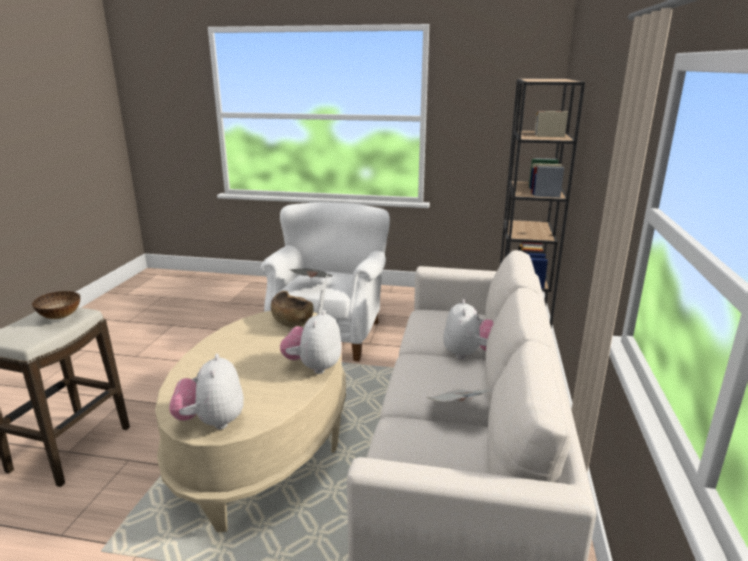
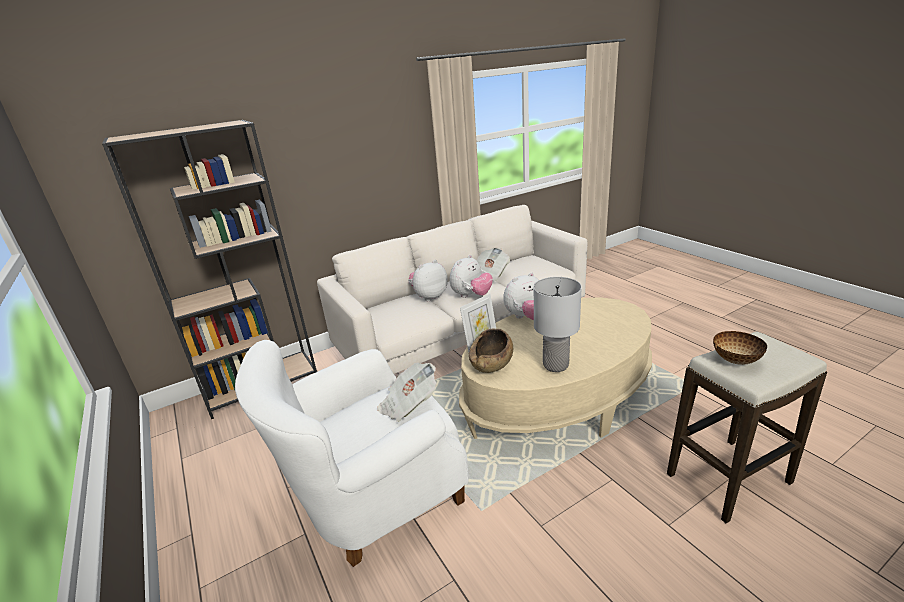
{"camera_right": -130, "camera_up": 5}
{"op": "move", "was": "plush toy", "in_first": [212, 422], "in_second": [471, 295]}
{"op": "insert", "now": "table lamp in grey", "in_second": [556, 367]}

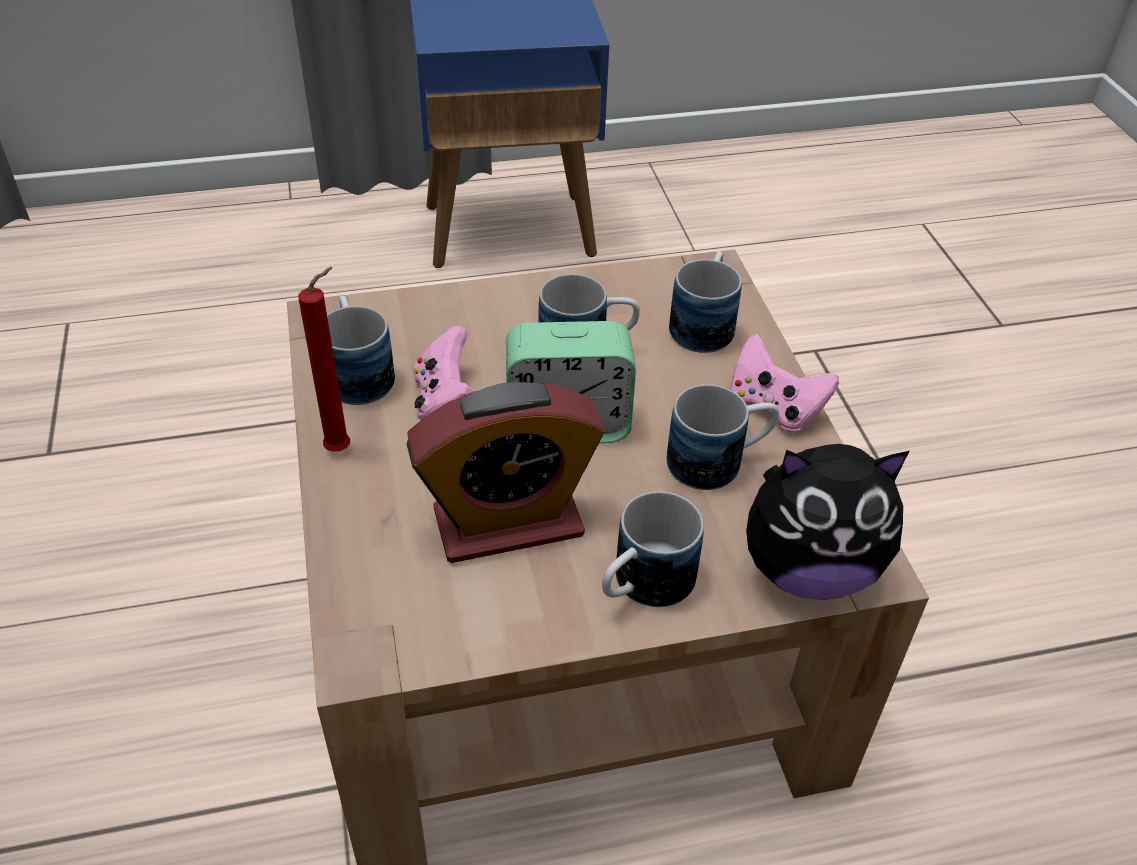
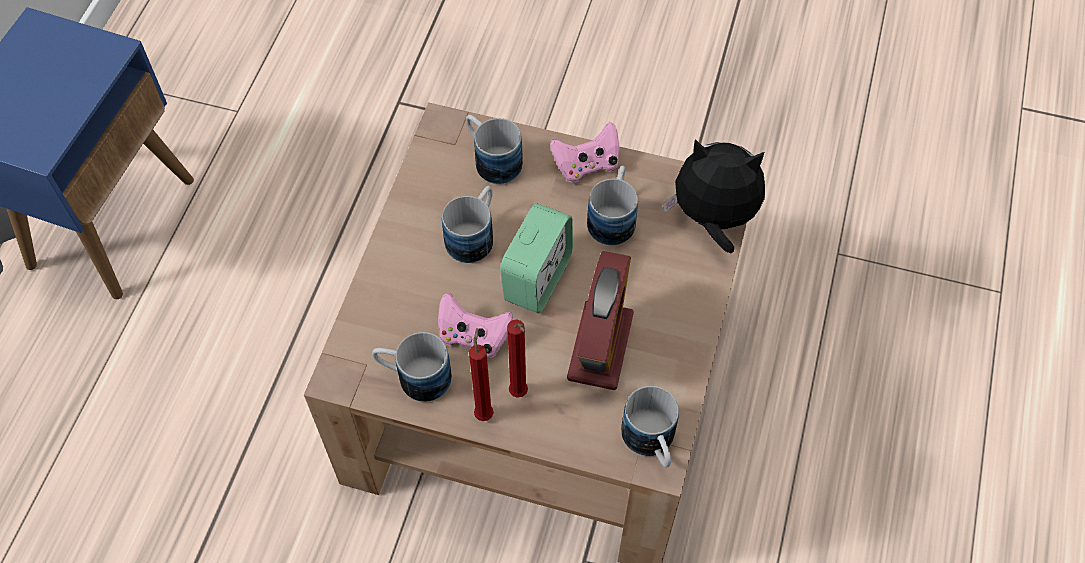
{"camera_right": -60, "camera_up": 15}
{"op": "rotate", "was": "plush toy", "in_first": [808, 569], "in_second": [713, 219], "clockwise": -105}
{"op": "move", "was": "mug", "in_first": [642, 587], "in_second": [651, 443]}
{"op": "insert", "now": "candle in red", "in_second": [519, 395]}

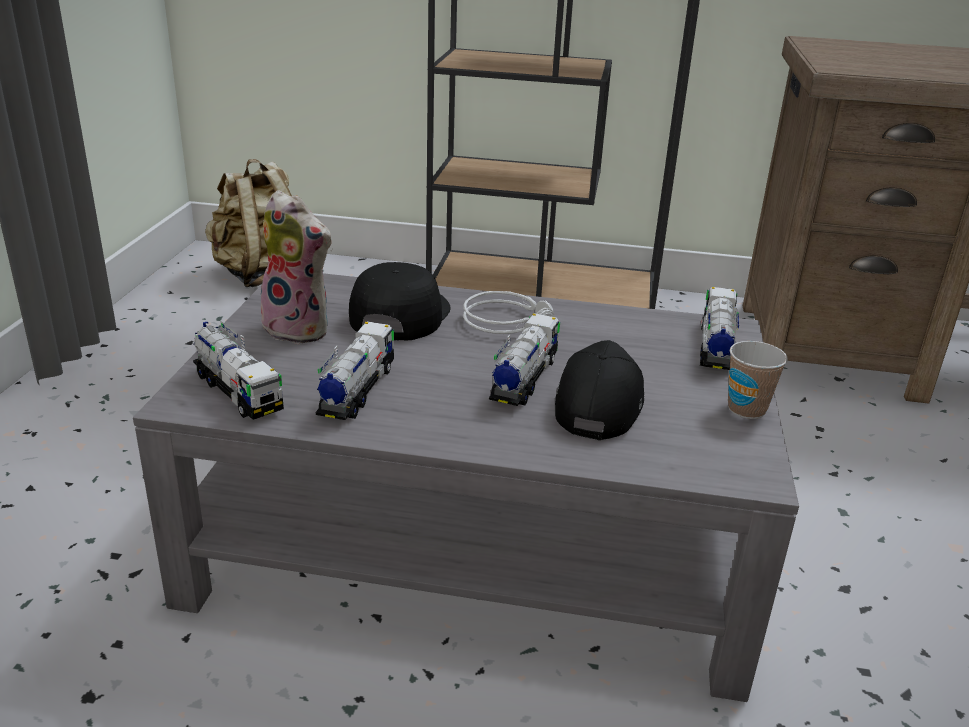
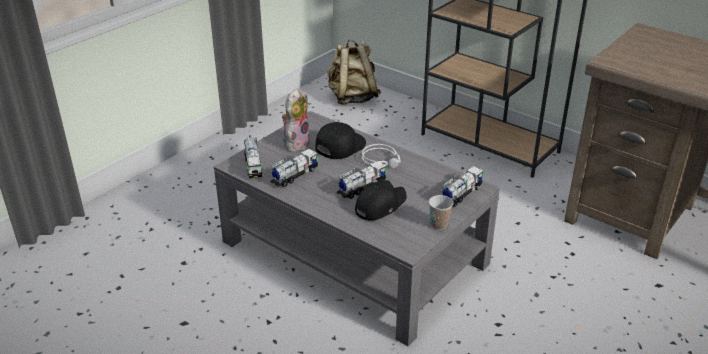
{"camera_right": 30, "camera_up": 5}
{"op": "rotate", "was": "plush toy", "in_first": [301, 329], "in_second": [296, 143], "clockwise": -120}

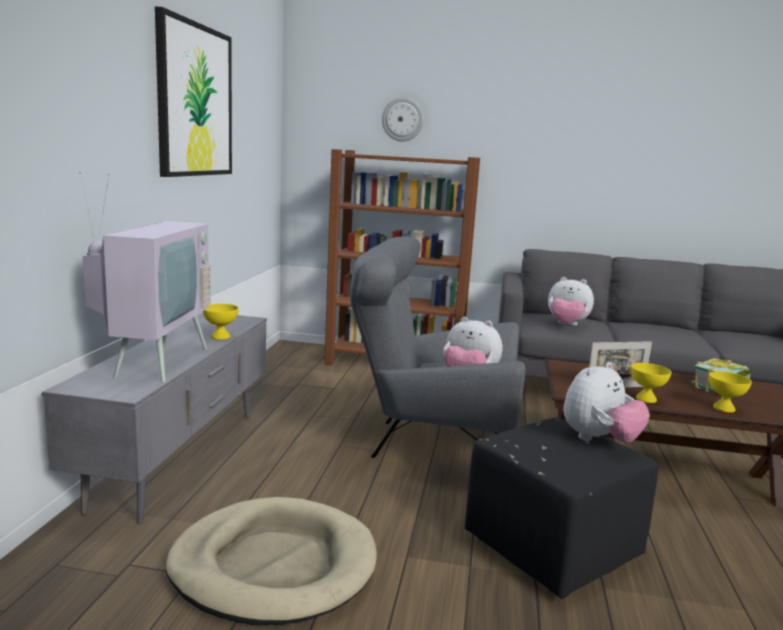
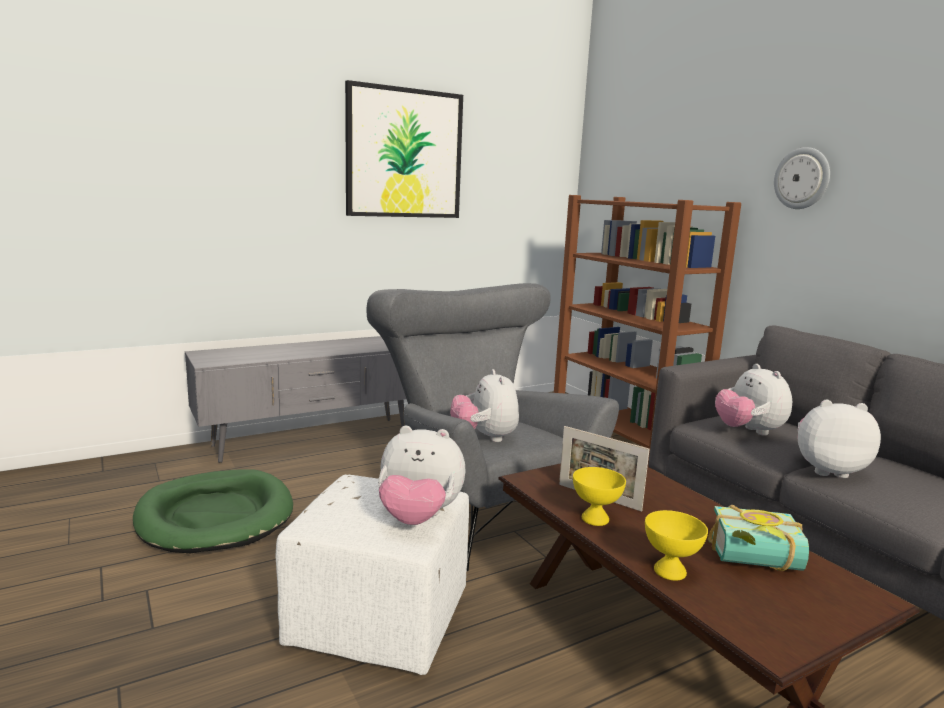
{"camera_right": 50, "camera_up": 0}
{"op": "move", "was": "wall clock", "in_first": [402, 119], "in_second": [802, 178]}
{"op": "delete", "was": "television", "in_first": [154, 361]}
{"op": "delete", "was": "bowl in yellow", "in_first": [221, 337]}
{"op": "recolor", "was": "ottoman in black", "now": "ottoman in white", "in_first": [552, 547], "in_second": [381, 620]}
{"op": "recolor", "was": "dog bed in beige", "now": "dog bed in green", "in_first": [273, 565], "in_second": [215, 516]}
{"op": "insert", "now": "plush toy", "in_second": [827, 470]}

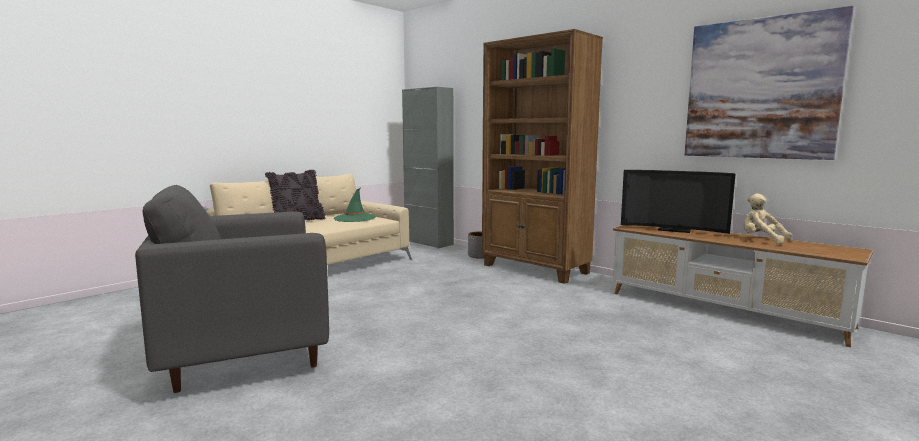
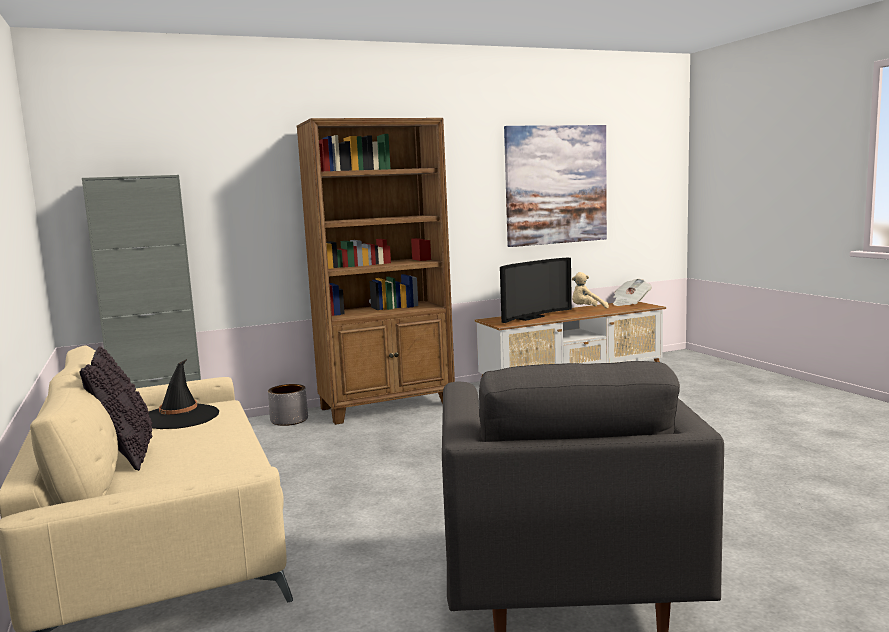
{"camera_right": -65, "camera_up": 0}
{"op": "recolor", "was": "hat in green", "now": "hat in black", "in_first": [354, 218], "in_second": [180, 417]}
{"op": "insert", "now": "newspaper", "in_second": [630, 303]}

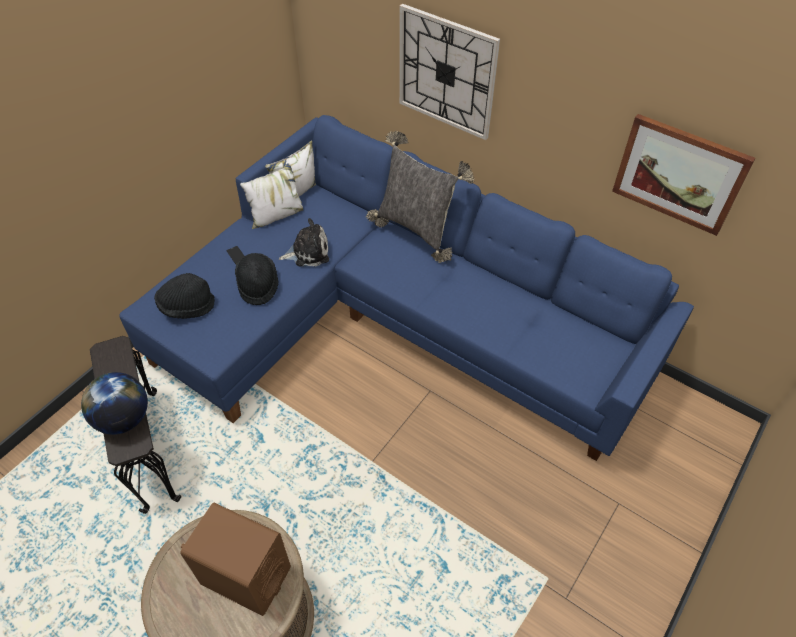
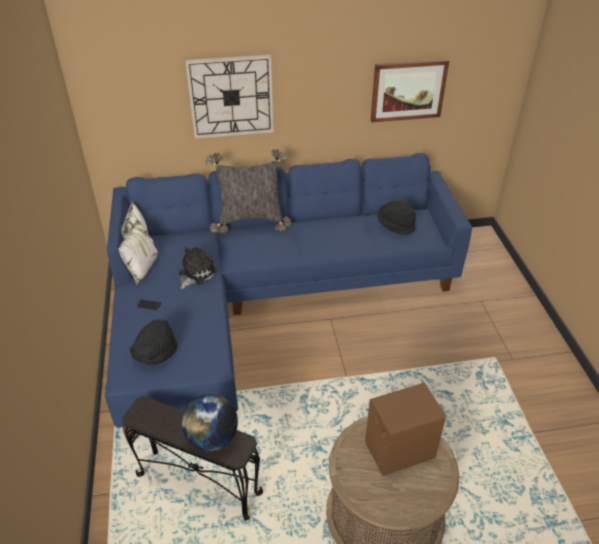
{"camera_right": -45, "camera_up": -10}
{"op": "move", "was": "hat in black", "in_first": [258, 285], "in_second": [395, 225]}

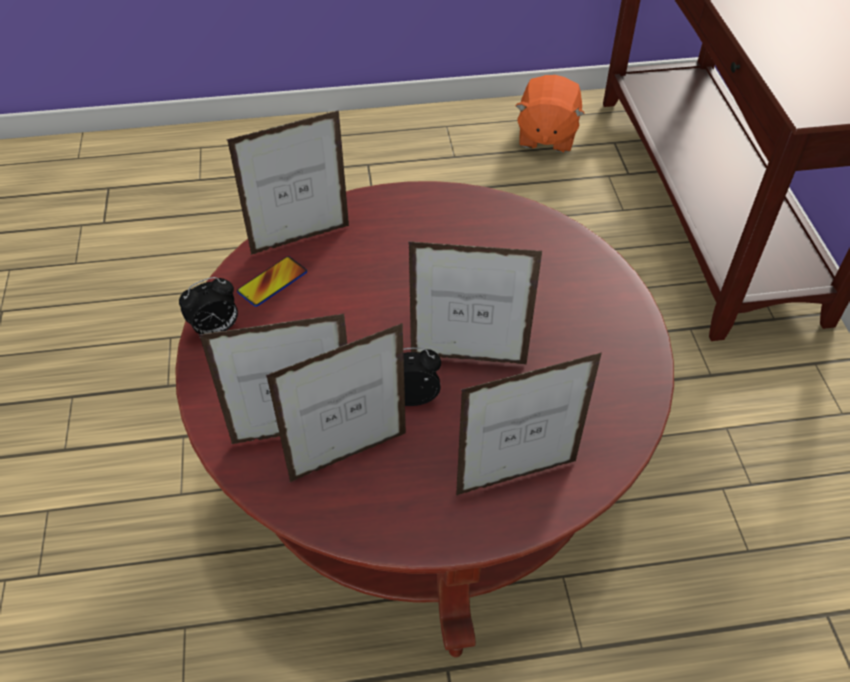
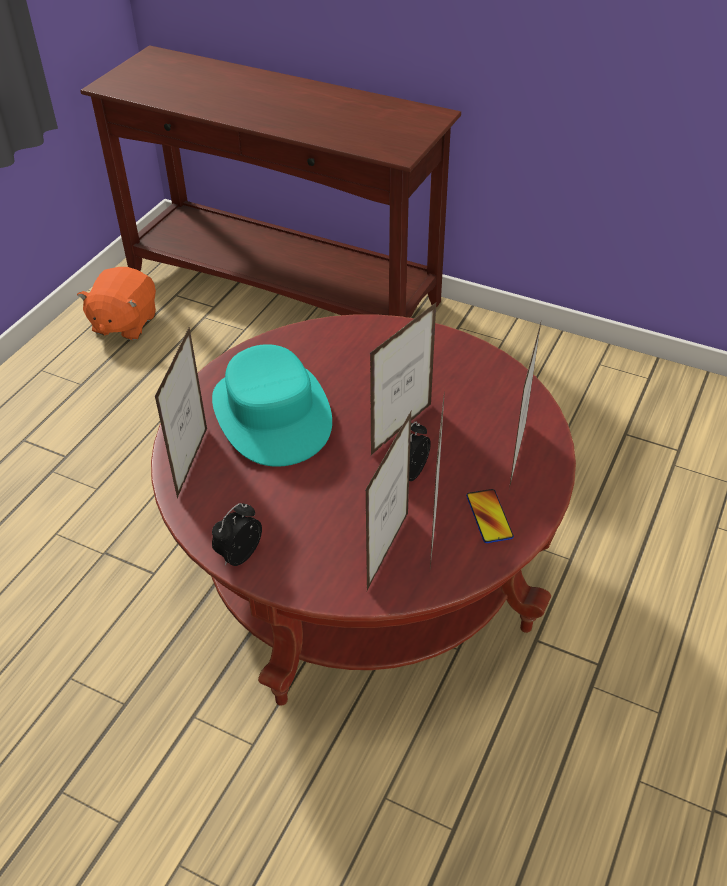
{"camera_right": -55, "camera_up": -5}
{"op": "rotate", "was": "plush toy in orange", "in_first": [546, 135], "in_second": [124, 323], "clockwise": 60}
{"op": "move", "was": "phone", "in_first": [272, 282], "in_second": [489, 517]}
{"op": "rotate", "was": "alarm clock", "in_first": [215, 329], "in_second": [239, 554], "clockwise": -150}
{"op": "insert", "now": "hat in turquoise", "in_second": [271, 414]}

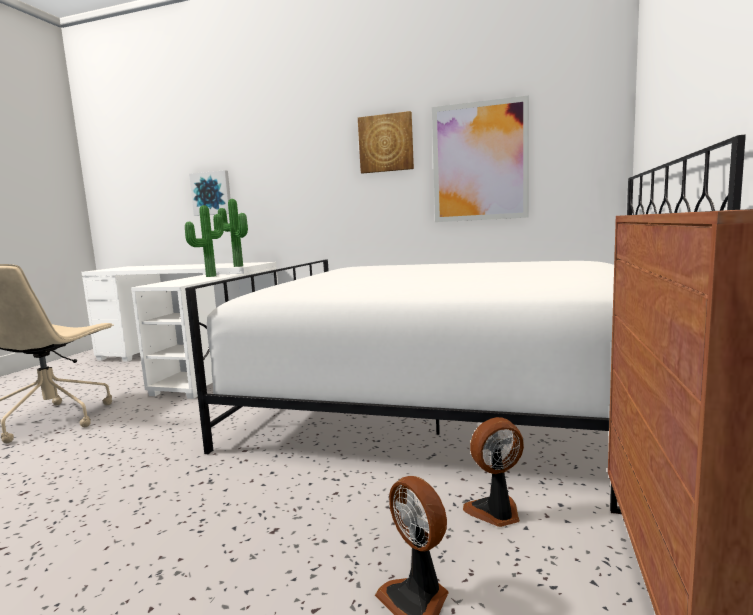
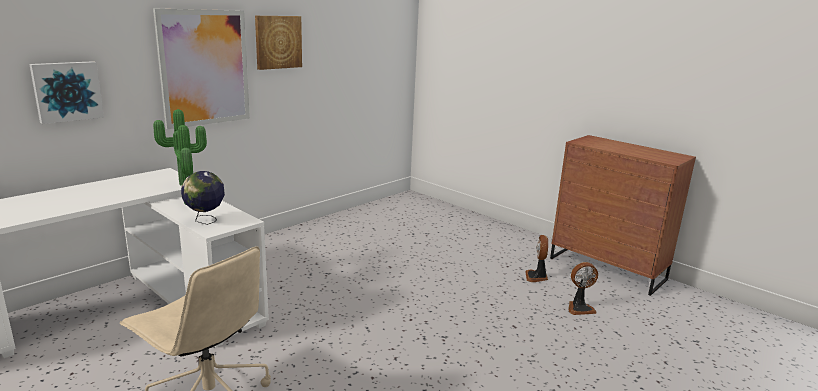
{"camera_right": -65, "camera_up": 10}
{"op": "move", "was": "picture", "in_first": [479, 162], "in_second": [204, 68]}
{"op": "delete", "was": "bed in white", "in_first": [451, 405]}
{"op": "insert", "now": "globe", "in_second": [205, 221]}

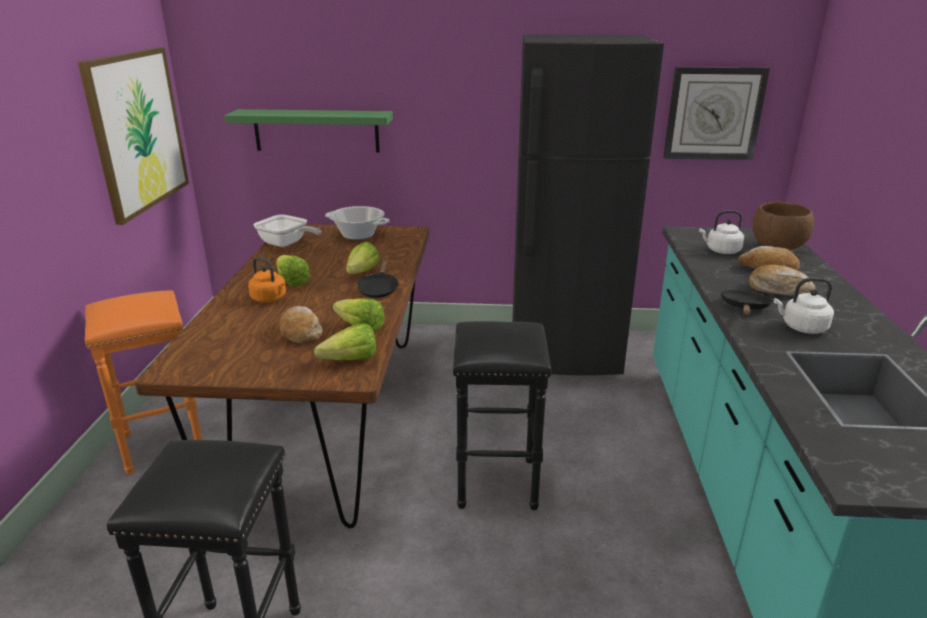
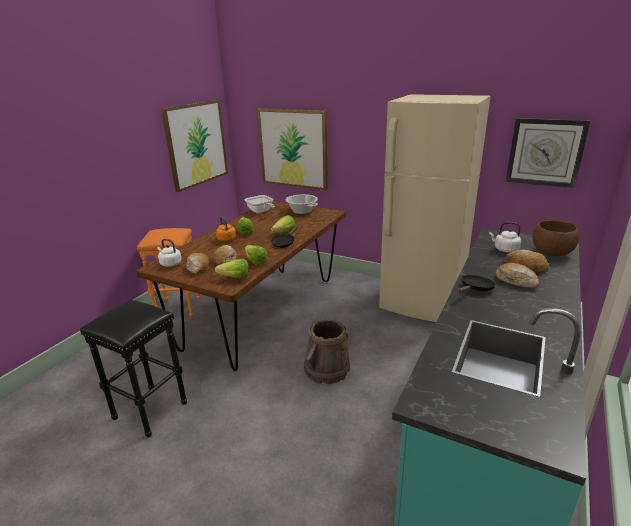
{"camera_right": 25, "camera_up": 0}
{"op": "recolor", "was": "fridge in black", "now": "fridge in beige", "in_first": [563, 353], "in_second": [421, 304]}
{"op": "replace", "was": "shelf in green", "now": "picture", "in_first": [316, 131], "in_second": [293, 148]}
{"op": "move", "was": "kettle in white", "in_first": [801, 327], "in_second": [170, 263]}
{"op": "replace", "was": "stool in black", "now": "bucket in brown", "in_first": [499, 483], "in_second": [326, 369]}
{"op": "insert", "now": "bread", "in_second": [198, 268]}

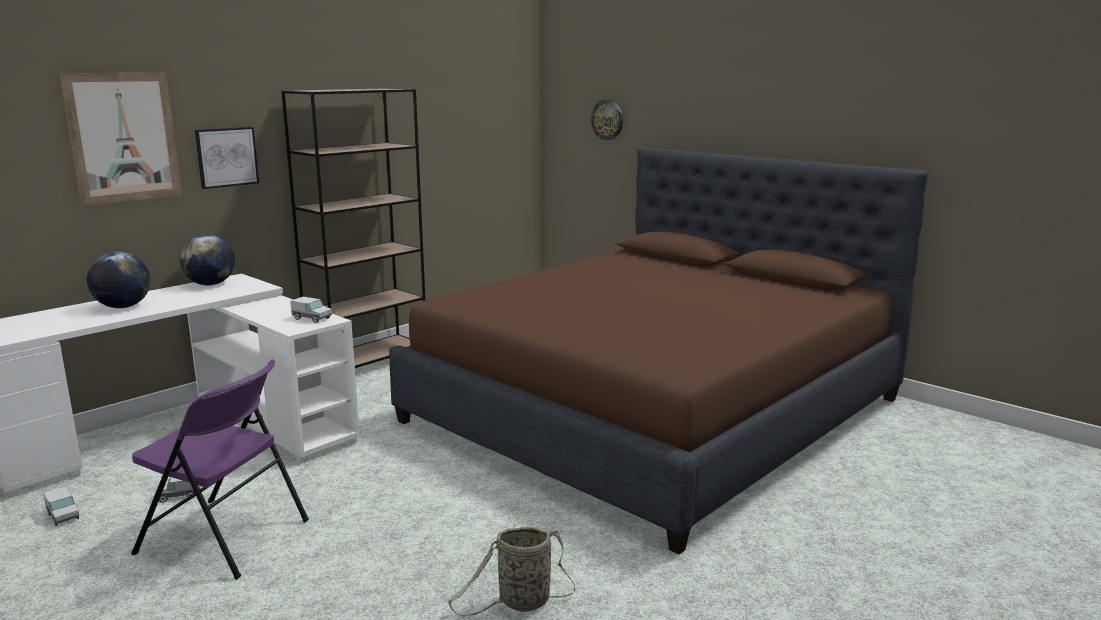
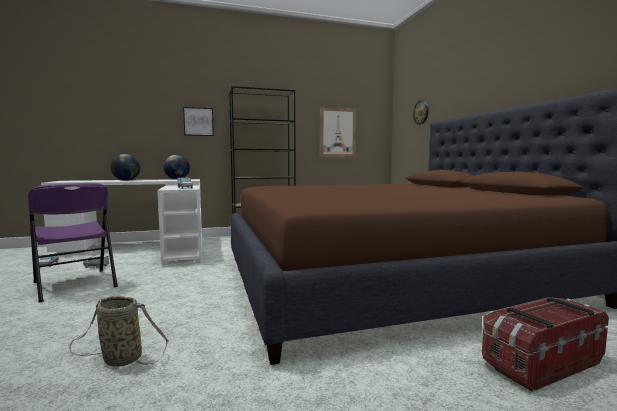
{"camera_right": 30, "camera_up": -10}
{"op": "move", "was": "picture", "in_first": [124, 137], "in_second": [337, 133]}
{"op": "insert", "now": "storage box", "in_second": [540, 363]}

